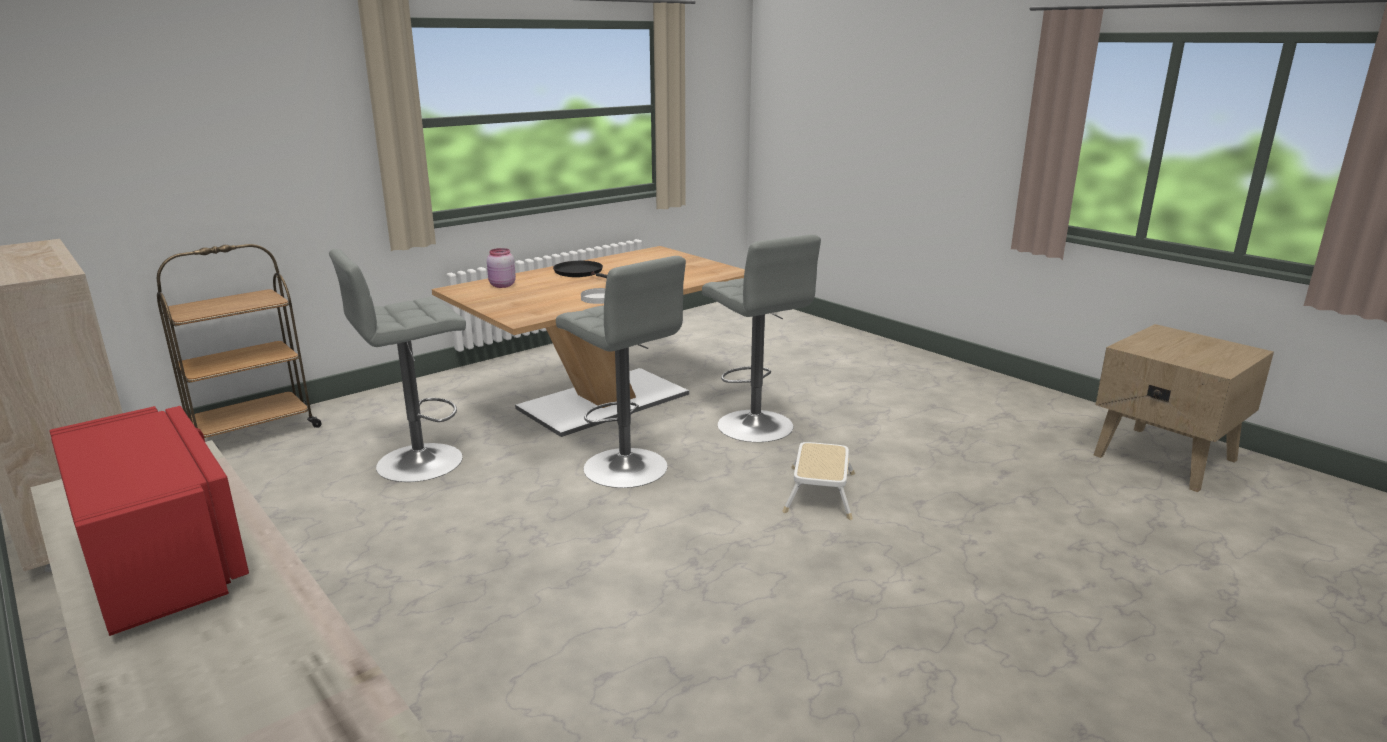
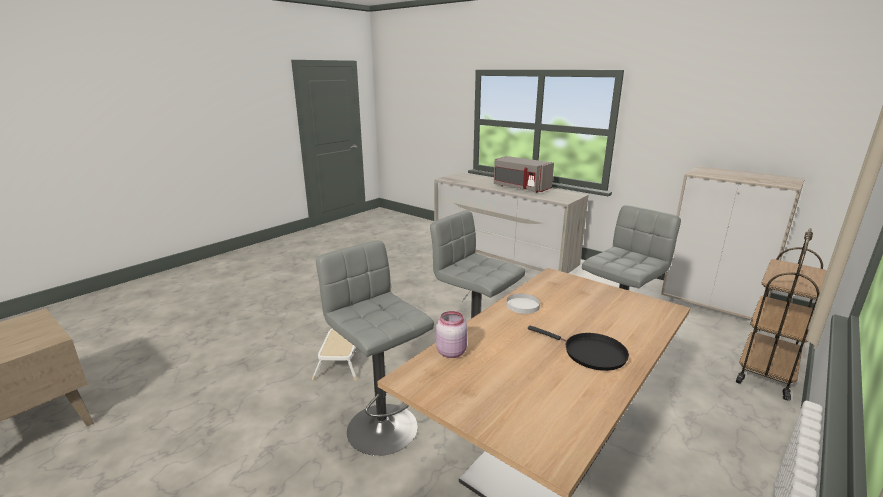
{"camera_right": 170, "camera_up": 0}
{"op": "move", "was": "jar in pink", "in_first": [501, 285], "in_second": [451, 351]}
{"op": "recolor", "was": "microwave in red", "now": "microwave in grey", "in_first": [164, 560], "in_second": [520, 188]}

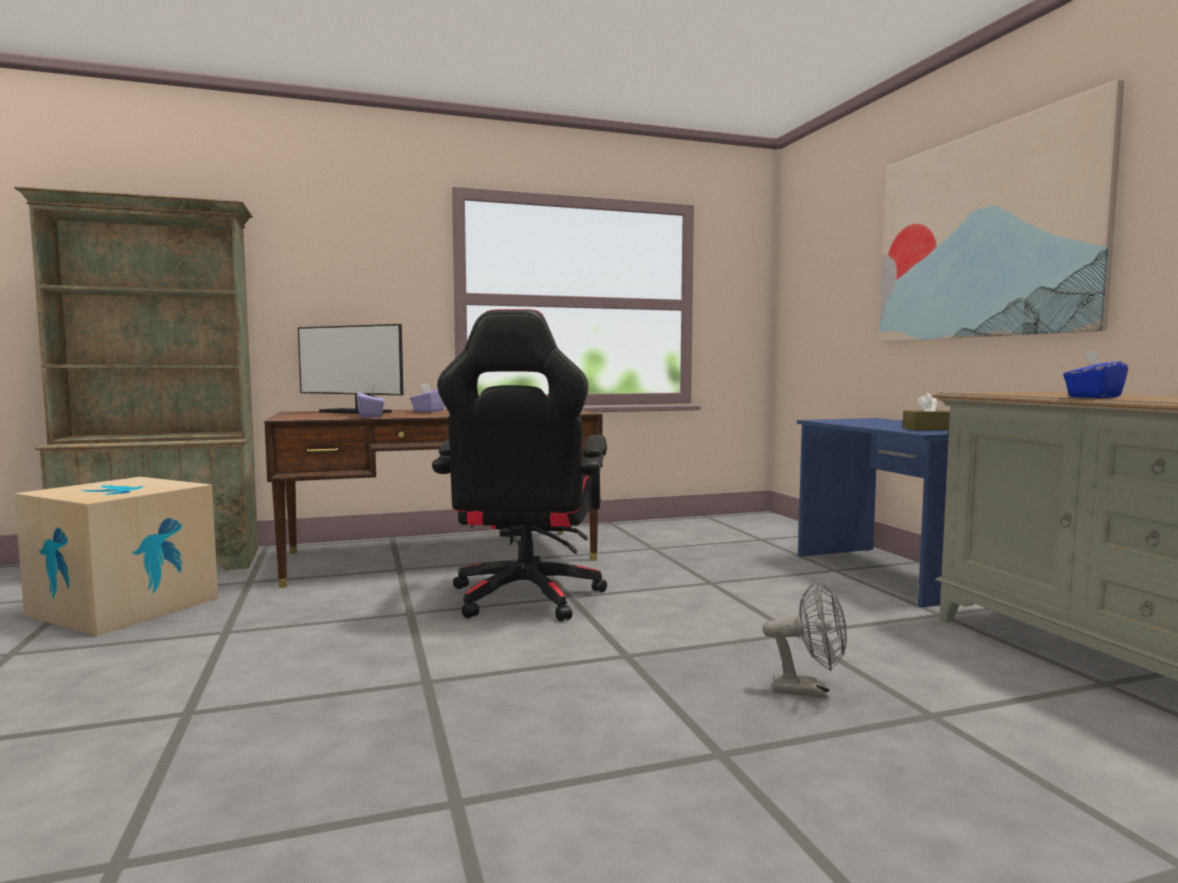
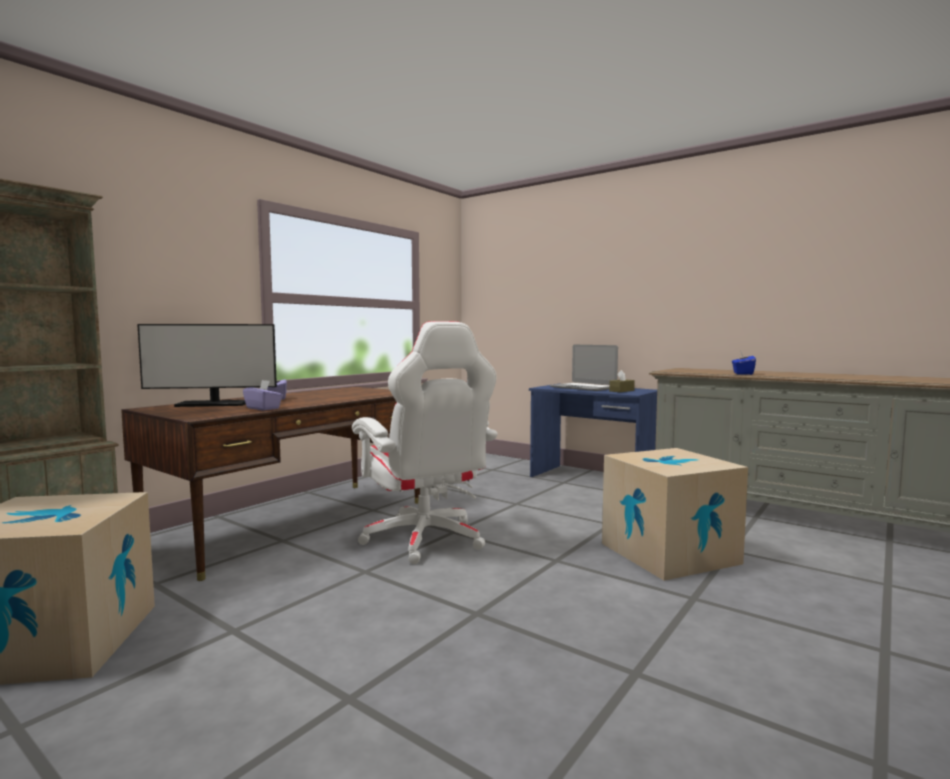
{"camera_right": -35, "camera_up": 0}
{"op": "delete", "was": "picture", "in_first": [983, 235]}
{"op": "recolor", "was": "office chair in black", "now": "office chair in white", "in_first": [526, 596], "in_second": [424, 538]}
{"op": "replace", "was": "fan in grey", "now": "cardboard box", "in_first": [809, 690], "in_second": [669, 553]}
{"op": "insert", "now": "laptop", "in_second": [583, 388]}

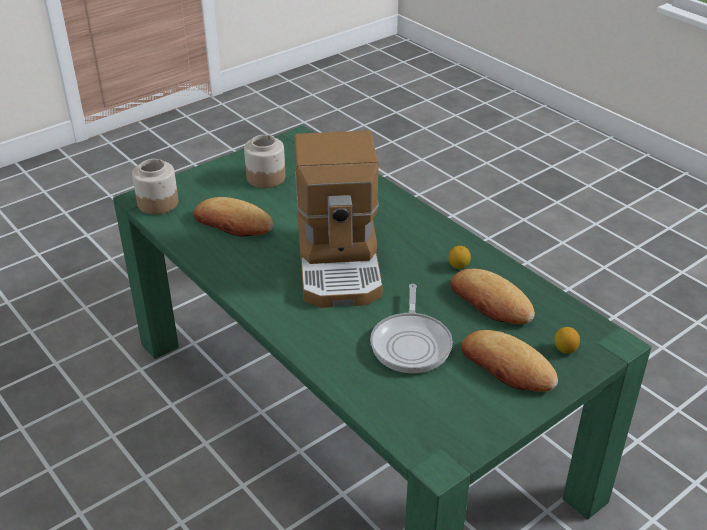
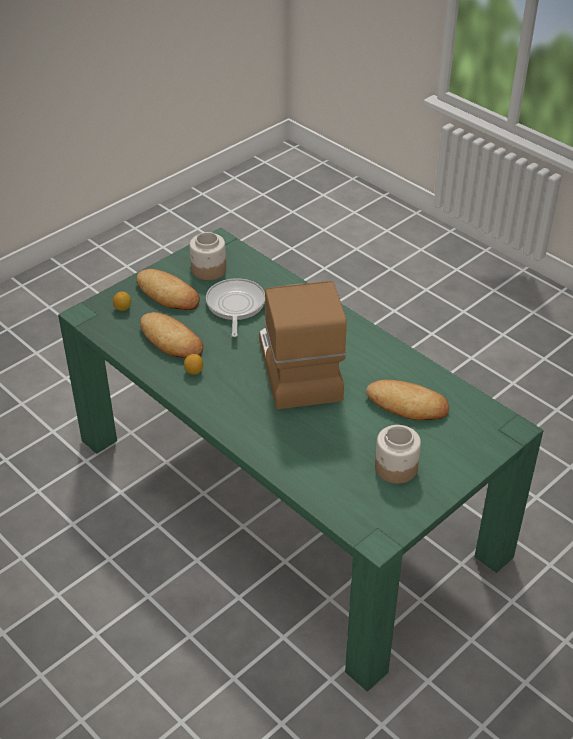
{"camera_right": 175, "camera_up": 5}
{"op": "move", "was": "jar", "in_first": [158, 203], "in_second": [208, 270]}

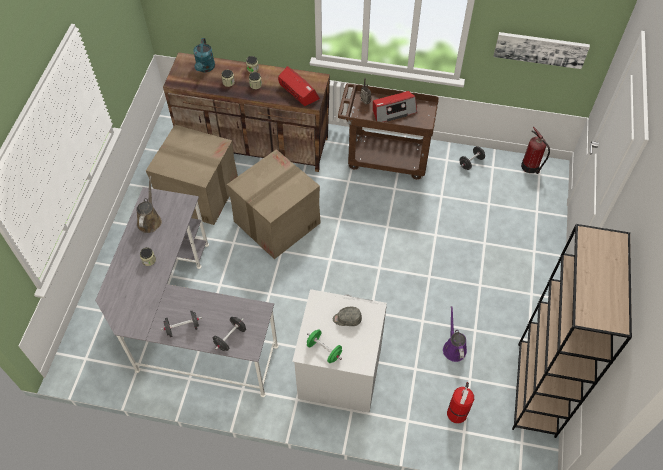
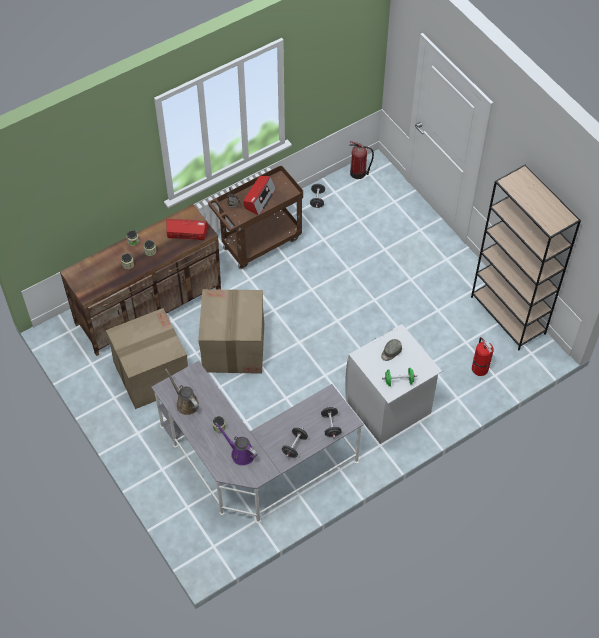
{"camera_right": -45, "camera_up": 0}
{"op": "delete", "was": "picture", "in_first": [540, 49]}
{"op": "delete", "was": "watering can in turquoise", "in_first": [205, 68]}
{"op": "move", "was": "watering can in purple", "in_first": [453, 347], "in_second": [240, 453]}

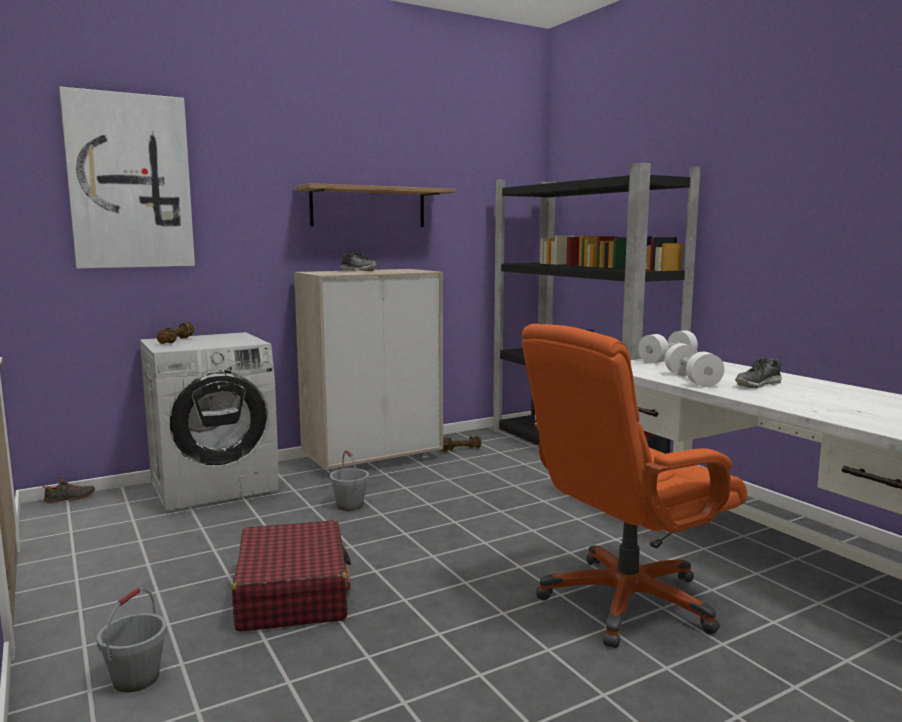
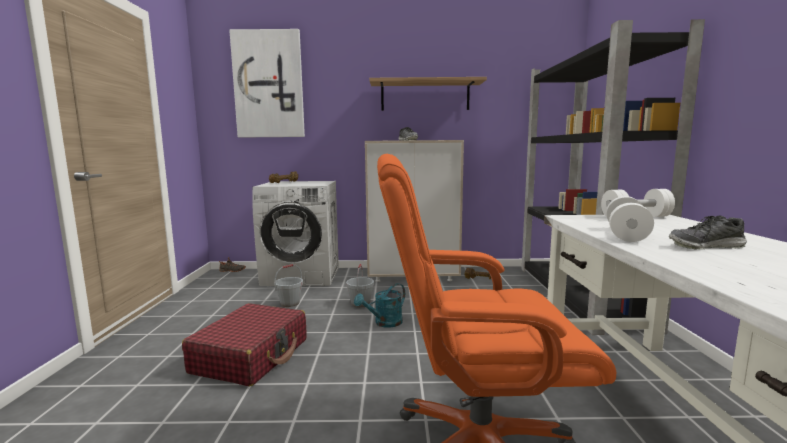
{"camera_right": 30, "camera_up": 0}
{"op": "move", "was": "bucket in grey", "in_first": [136, 678], "in_second": [290, 303]}
{"op": "insert", "now": "watering can in turquoise", "in_second": [384, 323]}

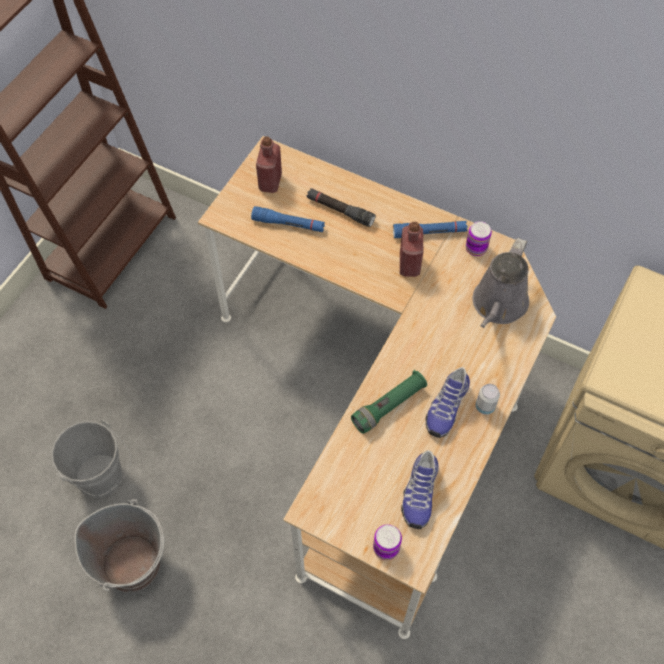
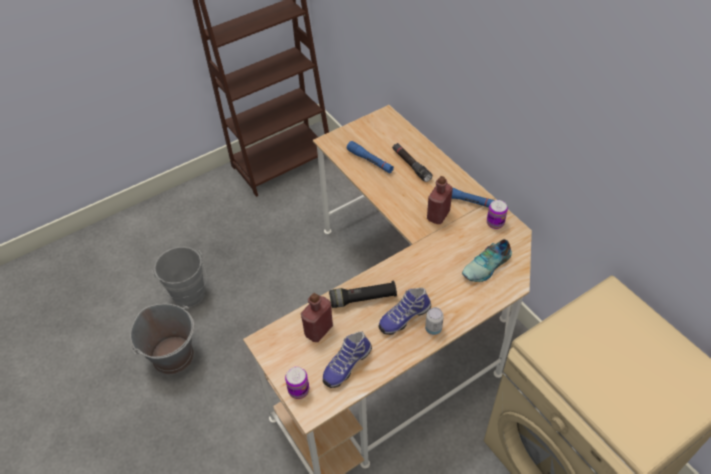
{"camera_right": 30, "camera_up": -10}
{"op": "move", "was": "bottle in red", "in_first": [270, 182], "in_second": [318, 330]}
{"op": "replace", "was": "watering can in grey", "now": "shoe", "in_first": [498, 305], "in_second": [487, 266]}
{"op": "recolor", "was": "flashlight in green", "now": "flashlight in black", "in_first": [389, 406], "in_second": [363, 299]}

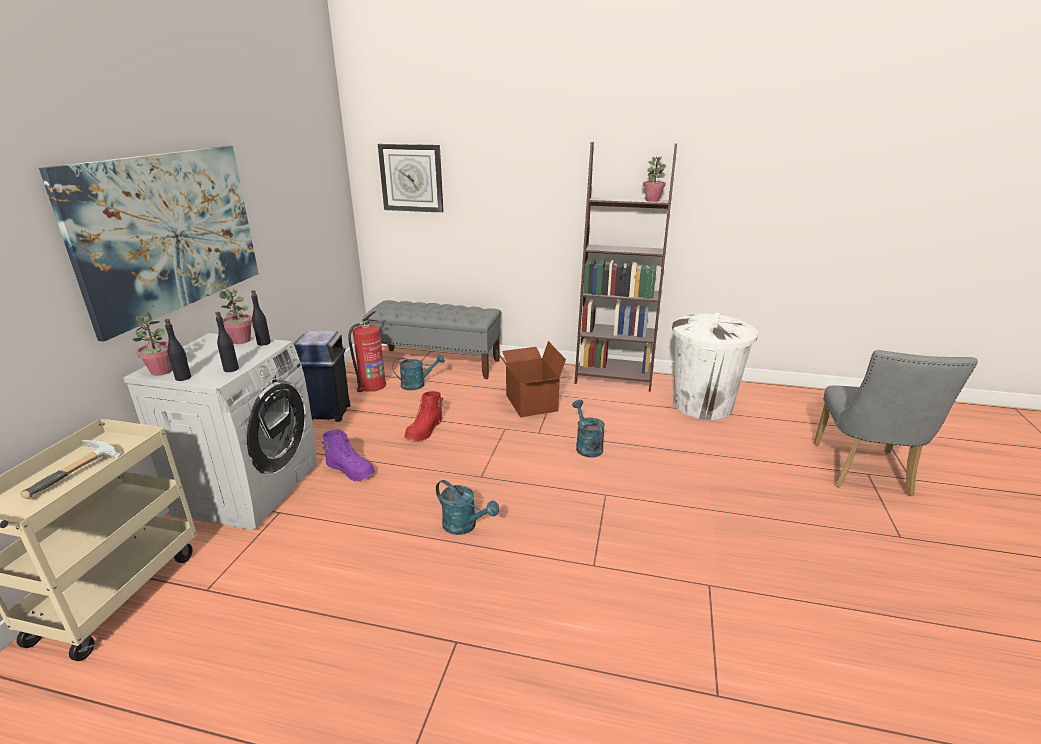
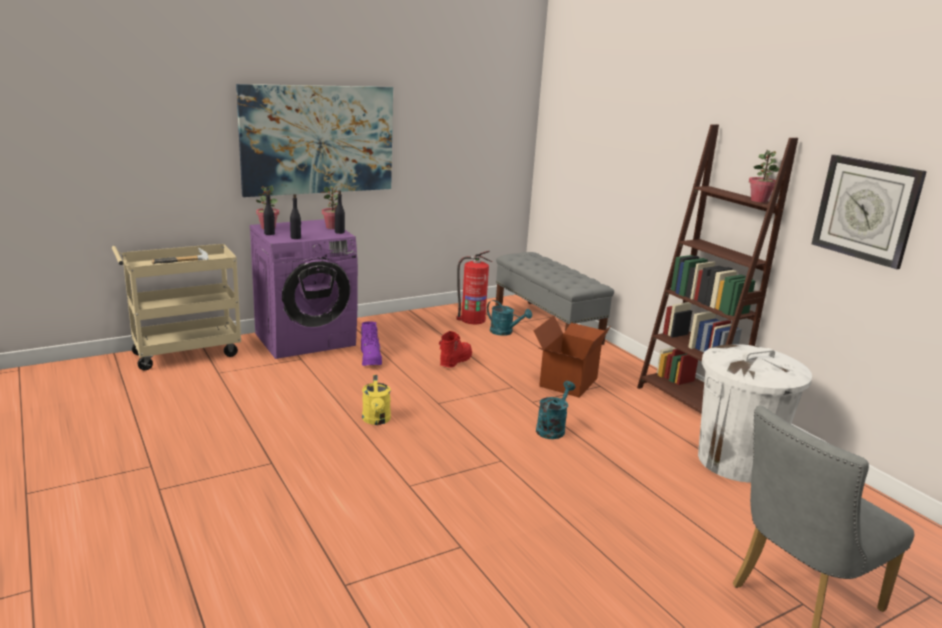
{"camera_right": 45, "camera_up": -5}
{"op": "move", "was": "wall clock", "in_first": [411, 178], "in_second": [866, 210]}
{"op": "delete", "was": "trash can in blue", "in_first": [329, 412]}
{"op": "recolor", "was": "washing machine in white", "now": "washing machine in purple", "in_first": [249, 491], "in_second": [305, 341]}
{"op": "rotate", "was": "boot in red", "in_first": [425, 431], "in_second": [455, 361], "clockwise": 135}
{"op": "recolor", "was": "watering can in turquoise", "now": "watering can in yellow", "in_first": [465, 526], "in_second": [376, 420]}

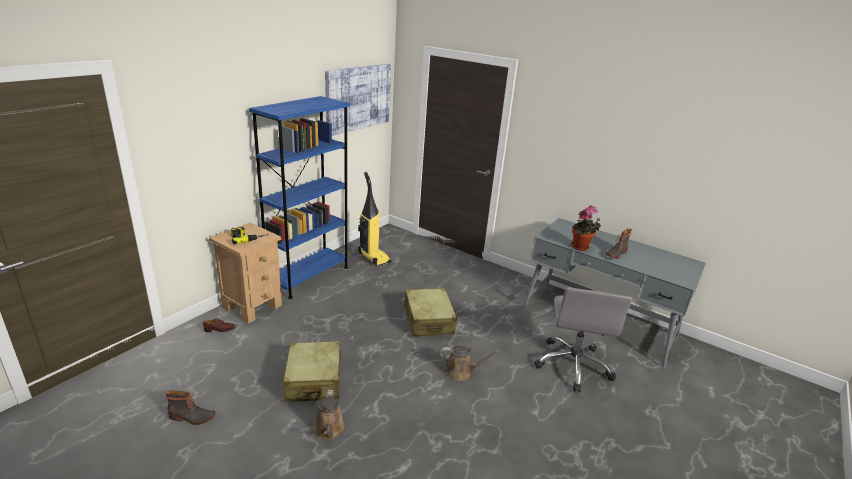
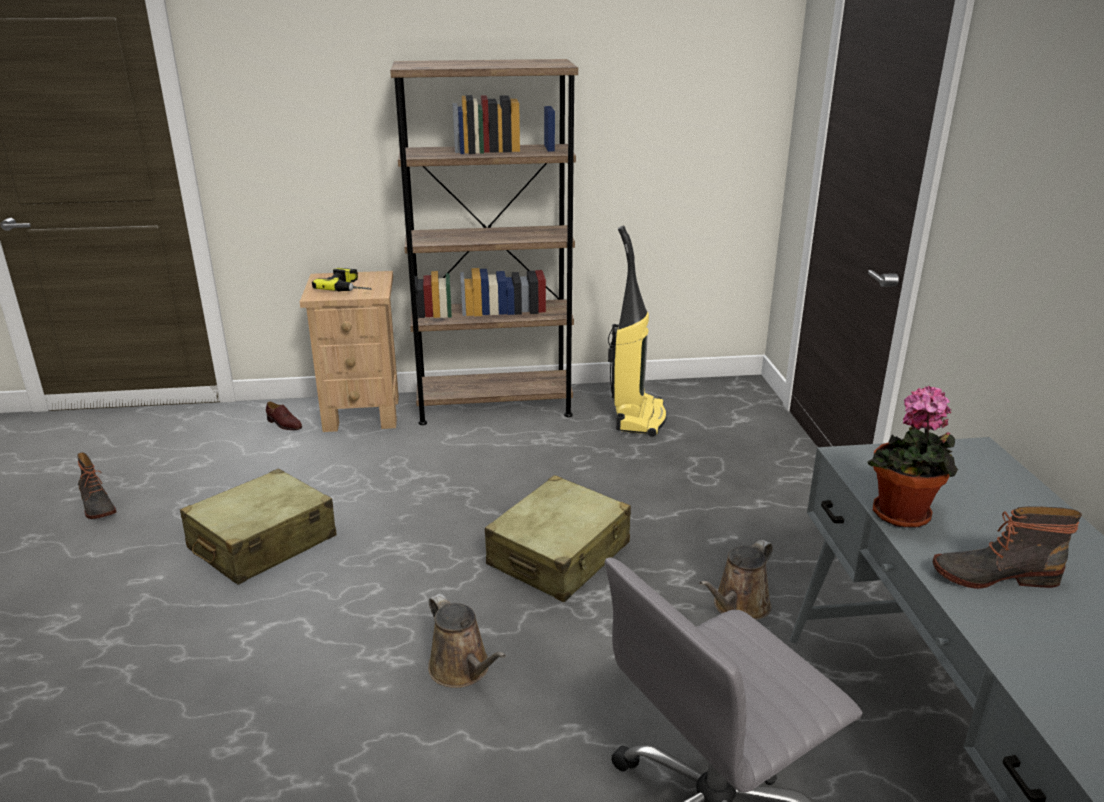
{"camera_right": 50, "camera_up": 0}
{"op": "delete", "was": "picture", "in_first": [357, 98]}
{"op": "recolor", "was": "bookcase in blue", "now": "bookcase in brown", "in_first": [308, 276], "in_second": [494, 405]}
{"op": "move", "was": "watering can in brown", "in_first": [329, 430], "in_second": [738, 607]}

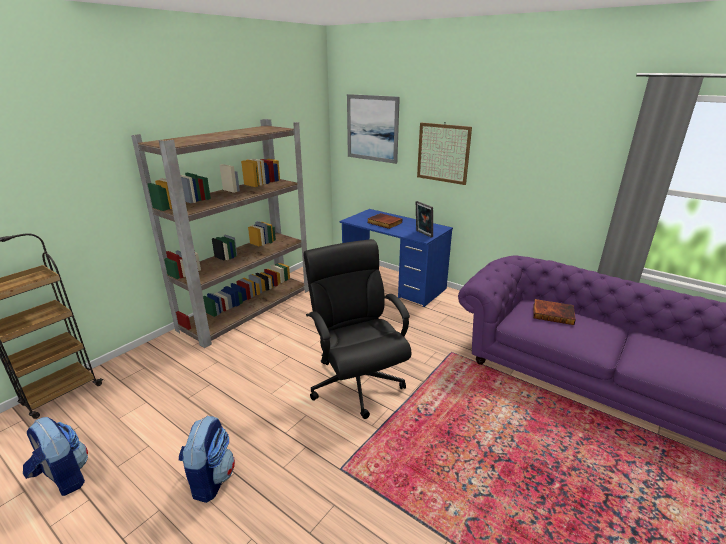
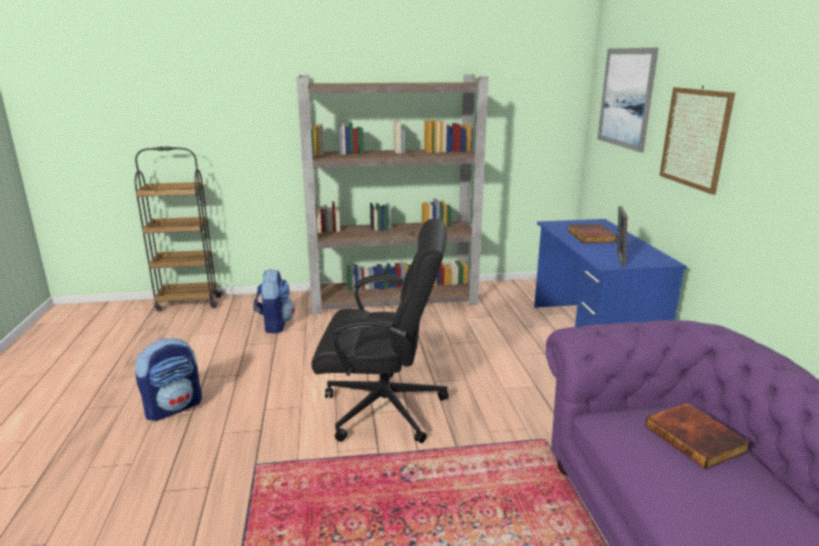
{"camera_right": 45, "camera_up": -5}
{"op": "rotate", "was": "office chair in black", "in_first": [356, 384], "in_second": [383, 408], "clockwise": 75}
{"op": "move", "was": "backpack", "in_first": [64, 478], "in_second": [275, 324]}

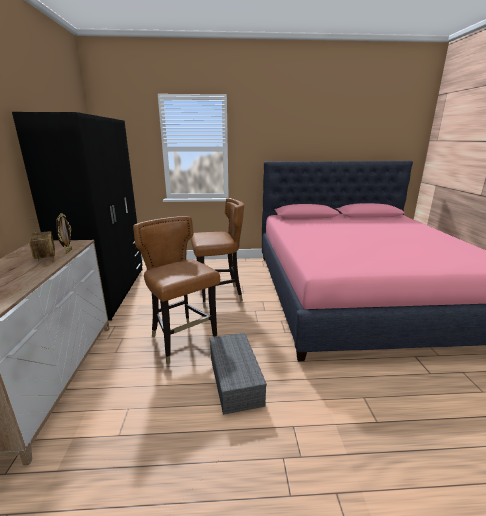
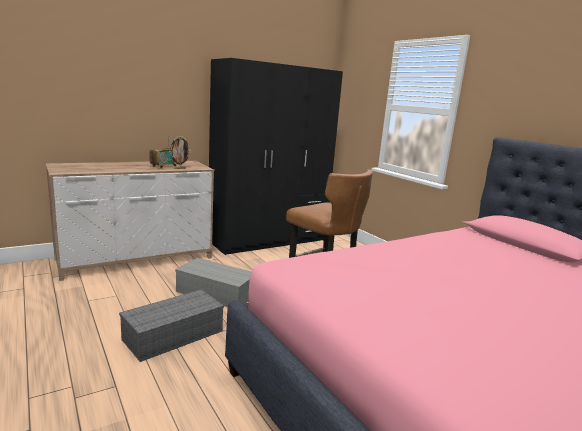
{"camera_right": 60, "camera_up": -5}
{"op": "replace", "was": "chair in brown", "now": "storage box in grey", "in_first": [183, 341], "in_second": [217, 293]}

